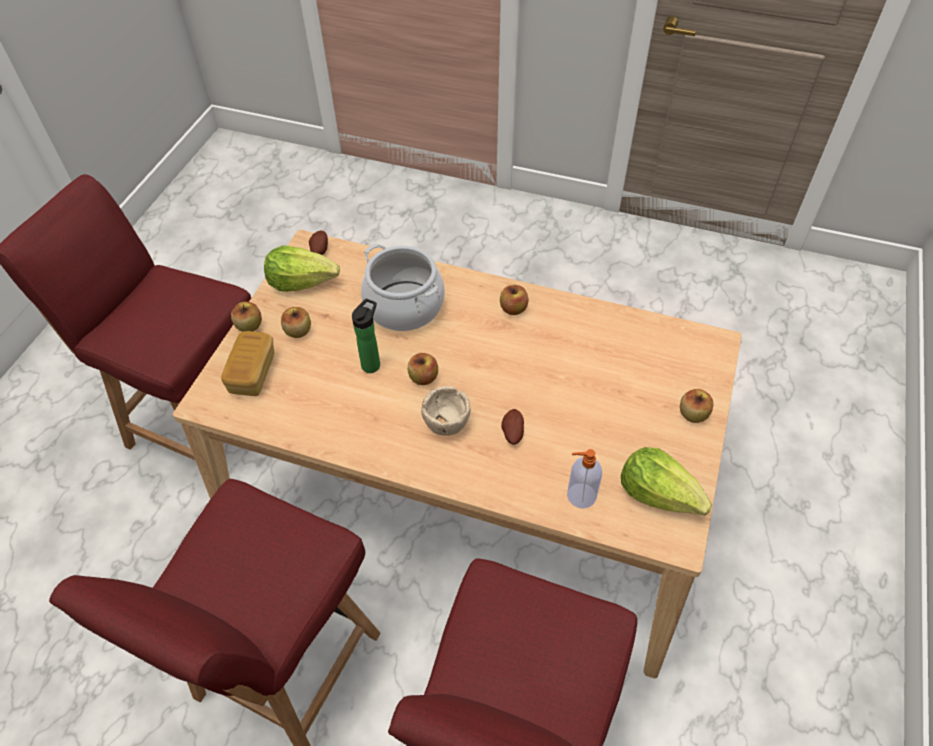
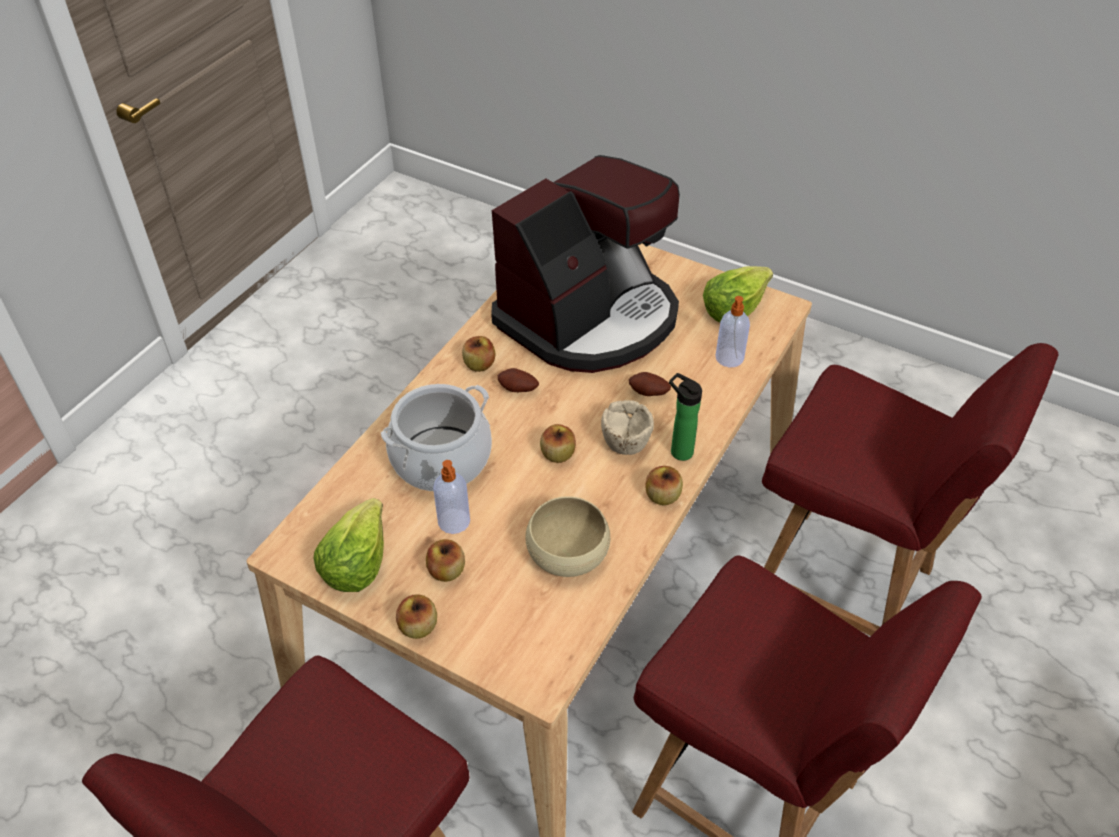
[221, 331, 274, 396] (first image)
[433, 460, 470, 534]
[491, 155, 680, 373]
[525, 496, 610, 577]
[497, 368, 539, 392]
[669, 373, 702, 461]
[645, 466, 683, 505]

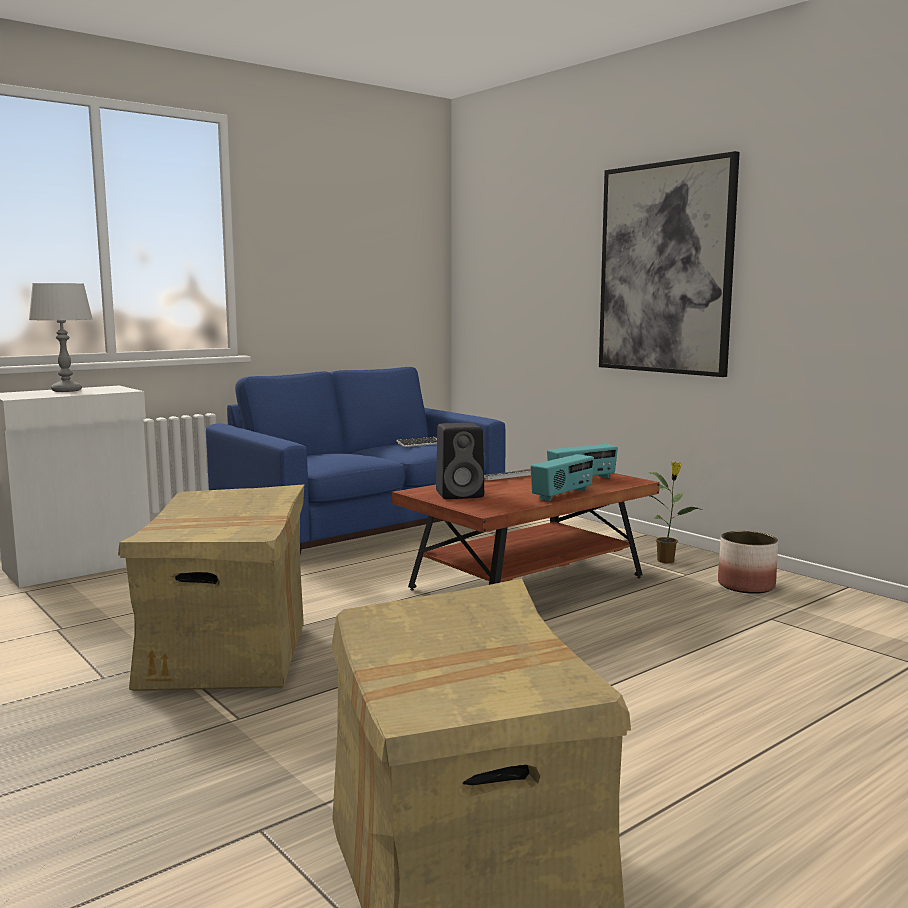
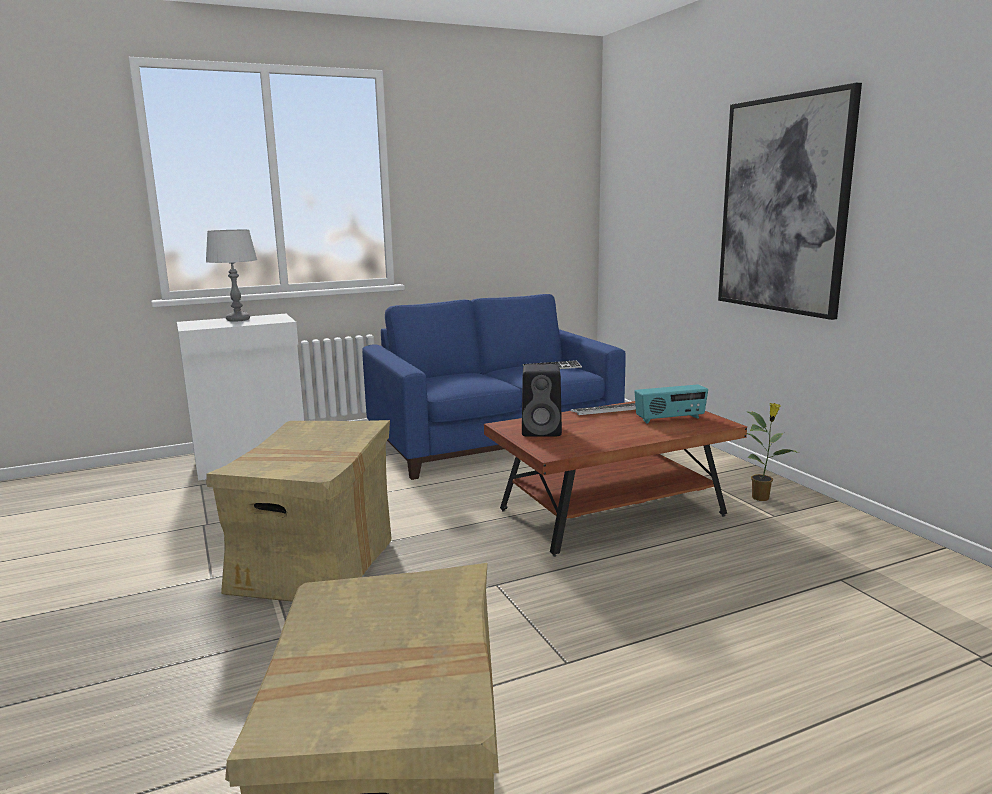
[531, 454, 594, 501] (first image)
[718, 531, 778, 594] (first image)

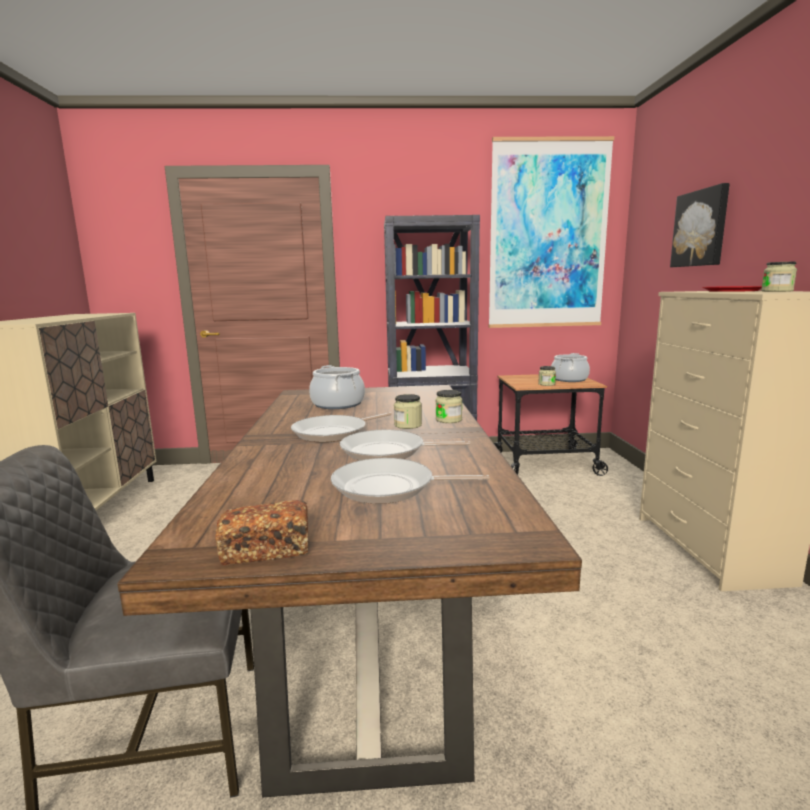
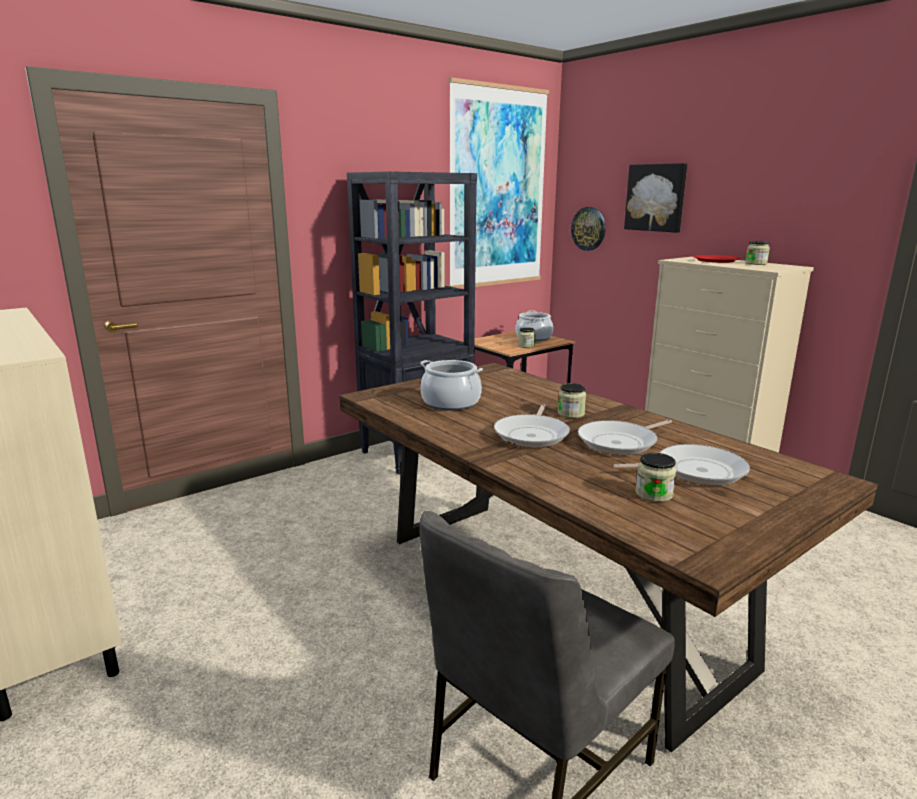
[215, 500, 308, 566] (first image)
[571, 207, 606, 251]
[635, 453, 677, 502]
[613, 444, 750, 485]

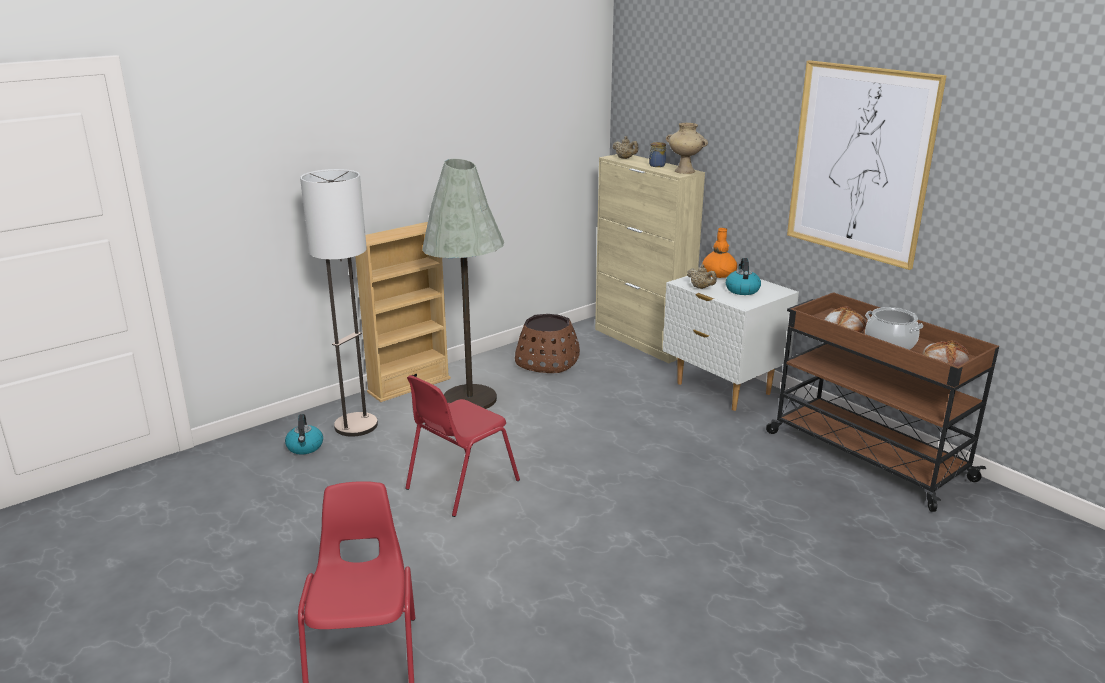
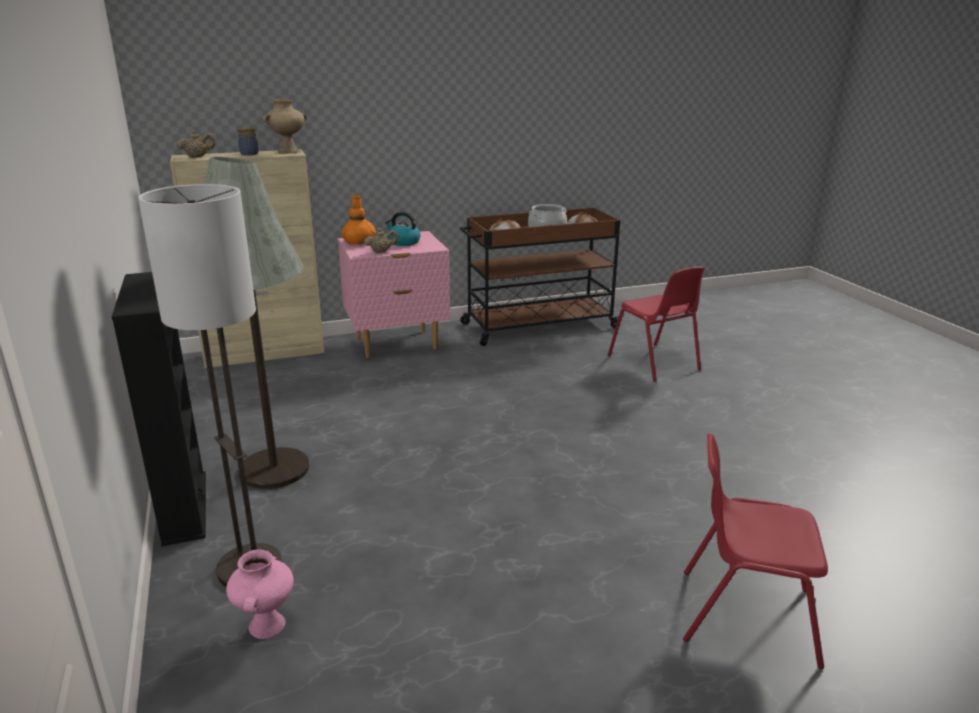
[515, 314, 580, 373] (first image)
[787, 60, 947, 270] (first image)
[608, 267, 704, 382]
[226, 549, 294, 639]
[112, 272, 206, 546]
[338, 231, 450, 358]

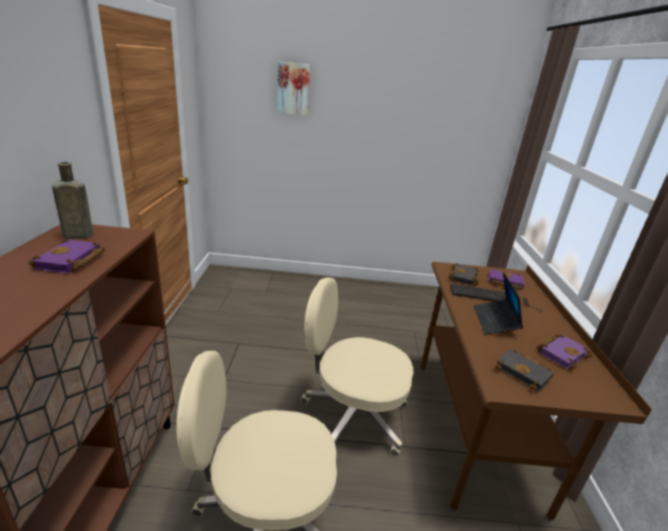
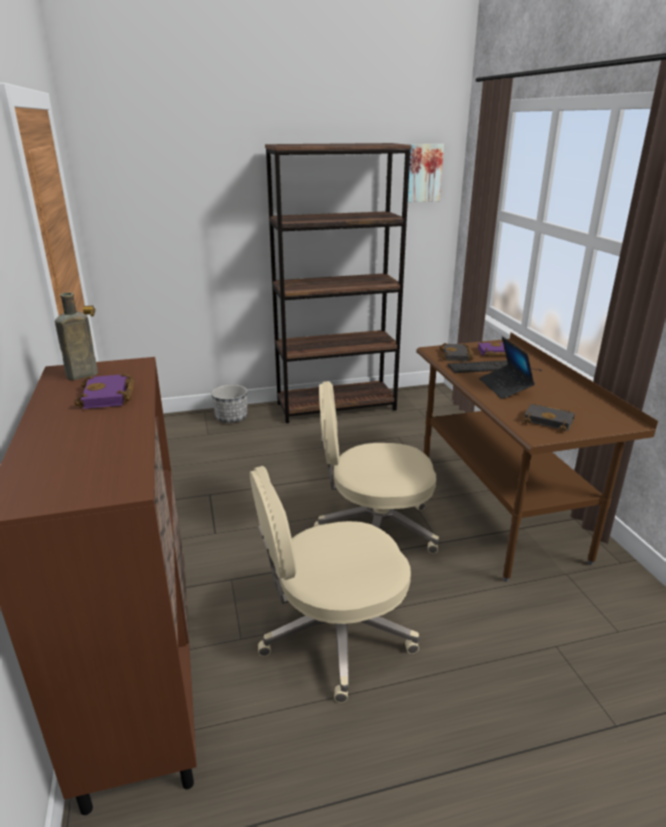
[537, 334, 593, 370] (first image)
[211, 385, 247, 423]
[265, 143, 411, 423]
[408, 144, 444, 202]

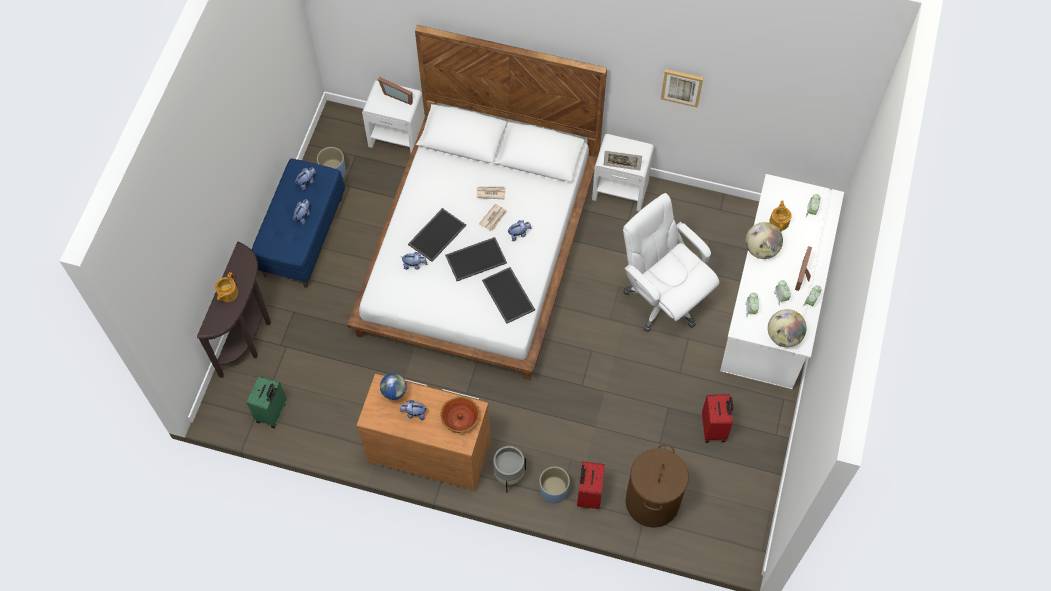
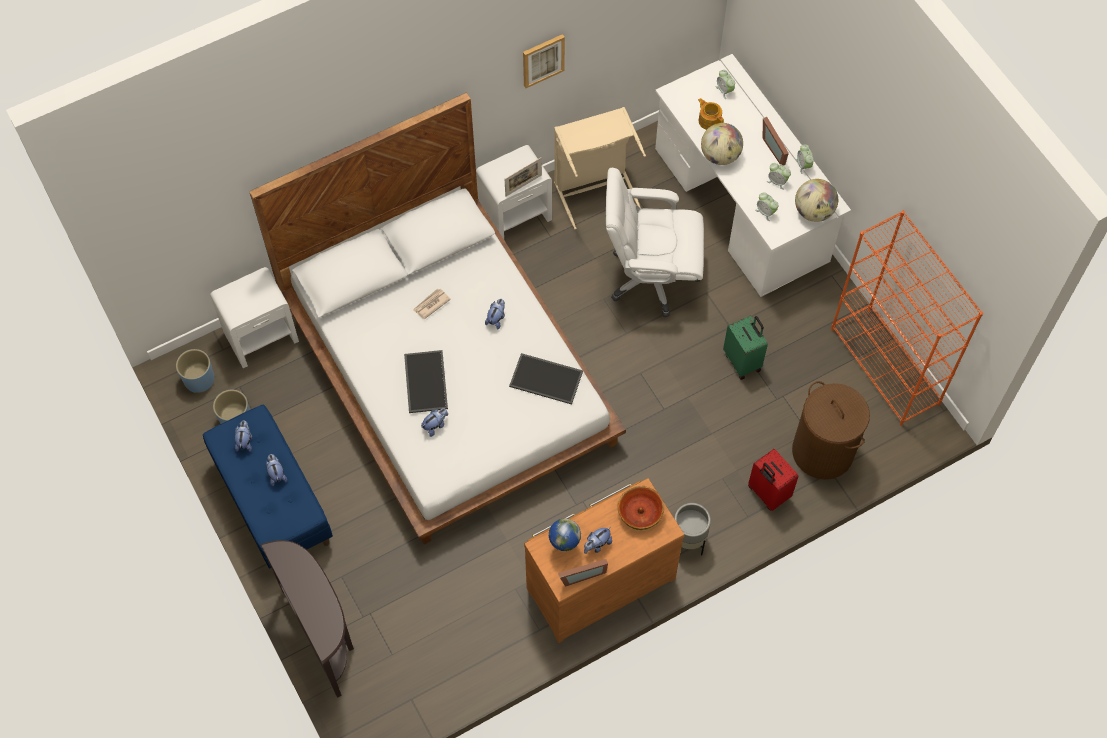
[215, 272, 238, 302] (first image)
[445, 237, 507, 281] (first image)
[479, 204, 507, 231] (first image)
[702, 394, 733, 443] (first image)
[554, 107, 646, 229]
[831, 210, 983, 426]
[723, 316, 768, 379]
[558, 559, 608, 587]
[176, 349, 214, 393]

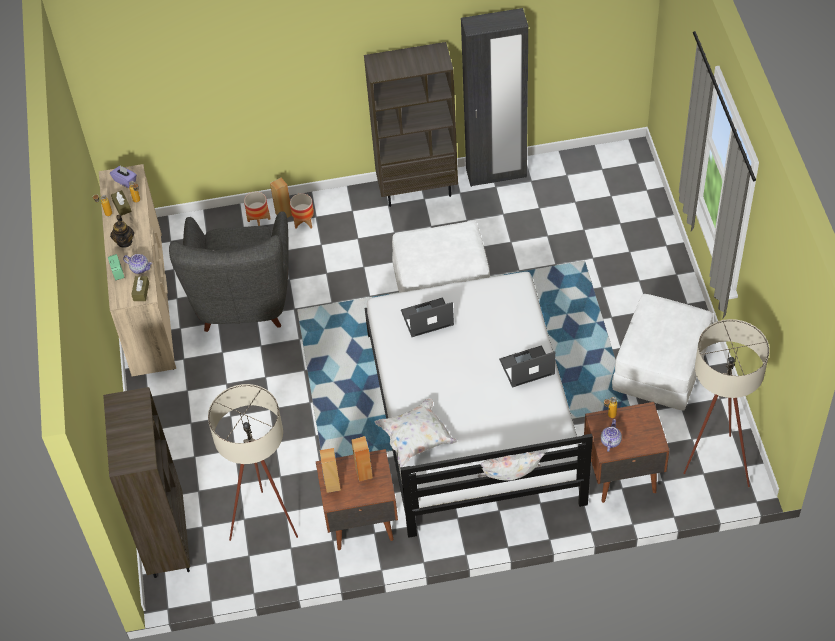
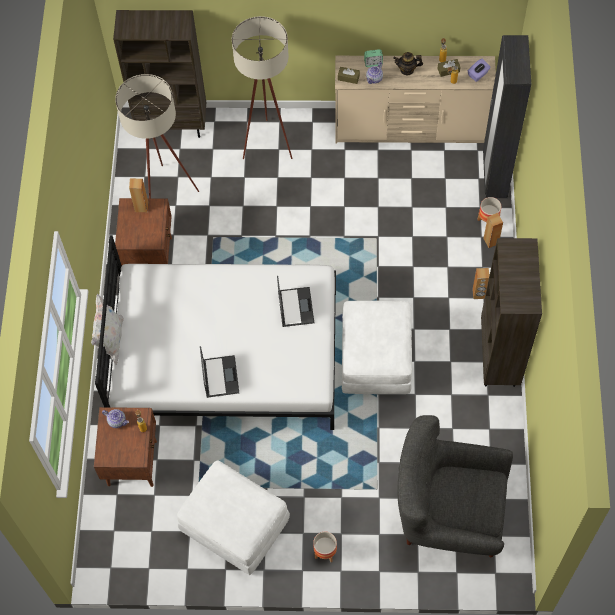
[375, 398, 457, 467] (first image)
[397, 415, 513, 557]
[313, 532, 337, 562]
[472, 268, 490, 299]
[483, 35, 531, 198]
[232, 16, 293, 159]

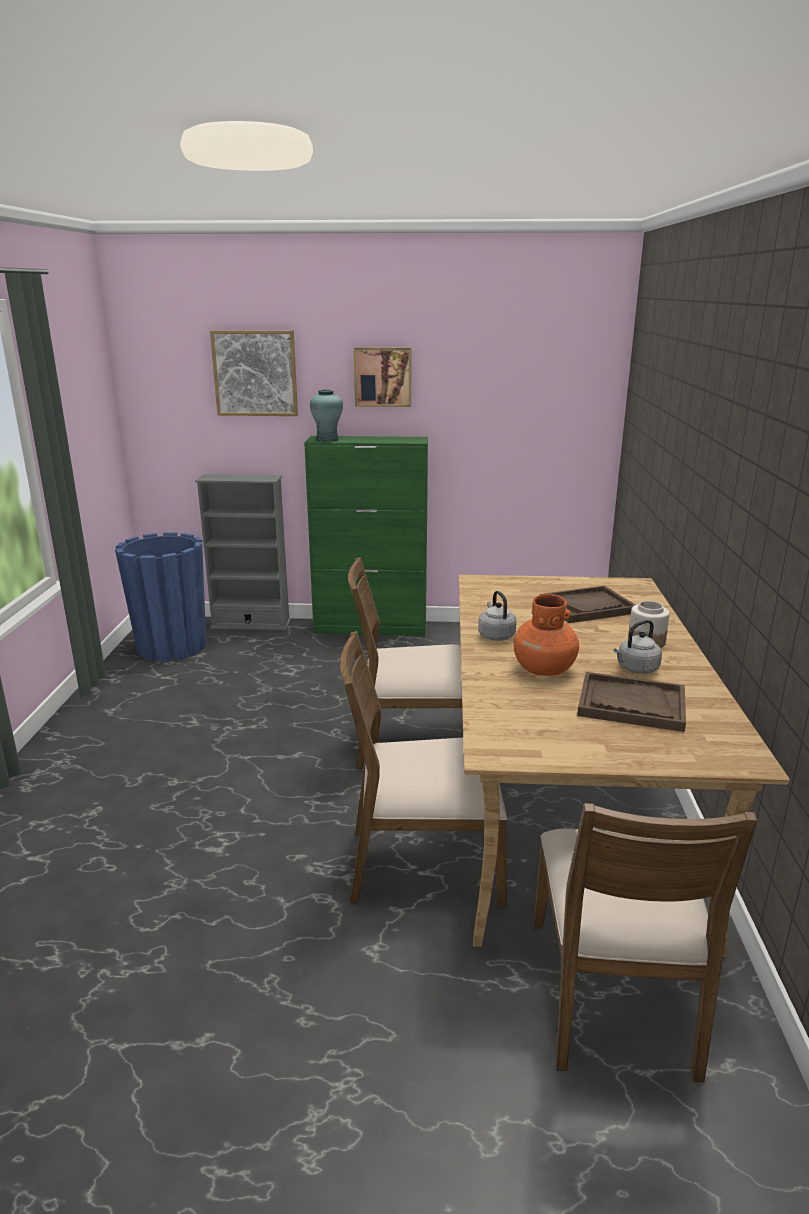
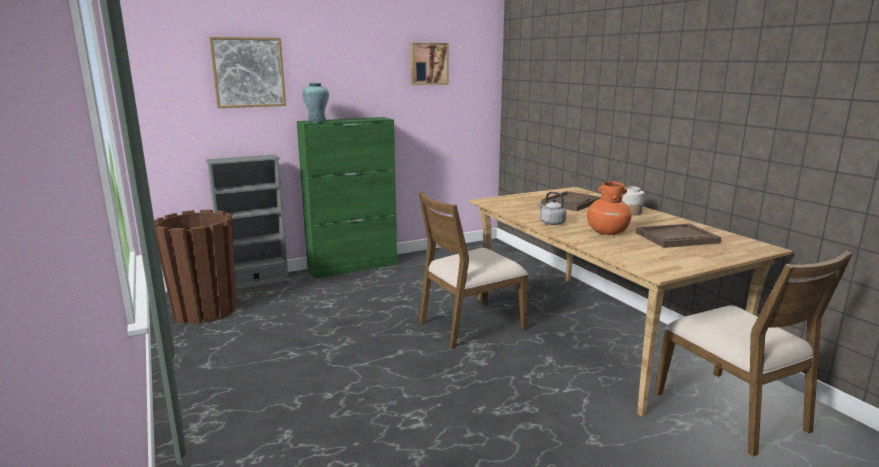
[340, 631, 507, 908] (first image)
[613, 620, 662, 674] (first image)
[410, 43, 449, 85]
[154, 210, 236, 324]

